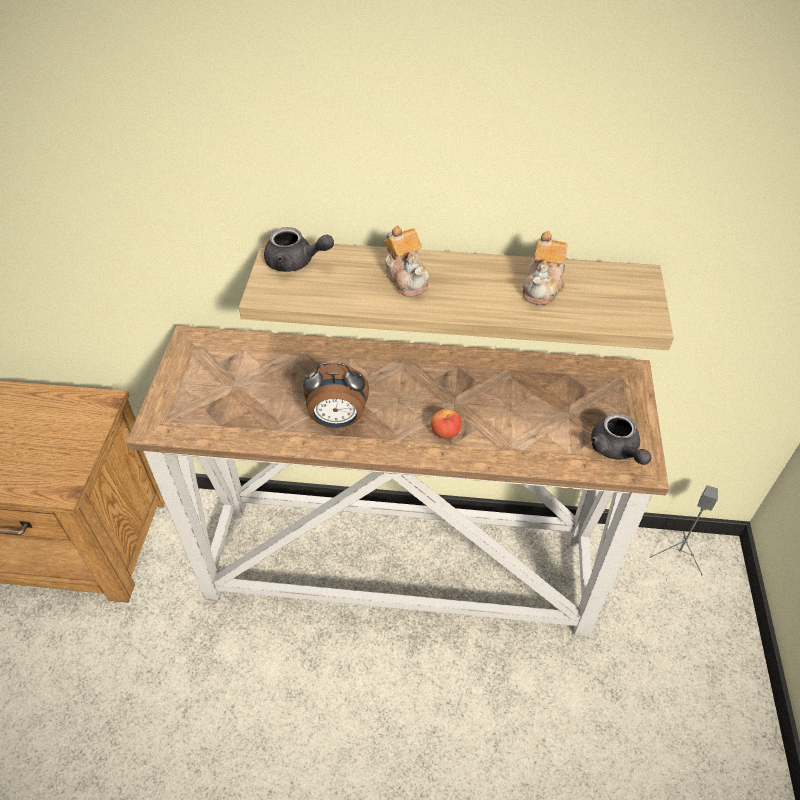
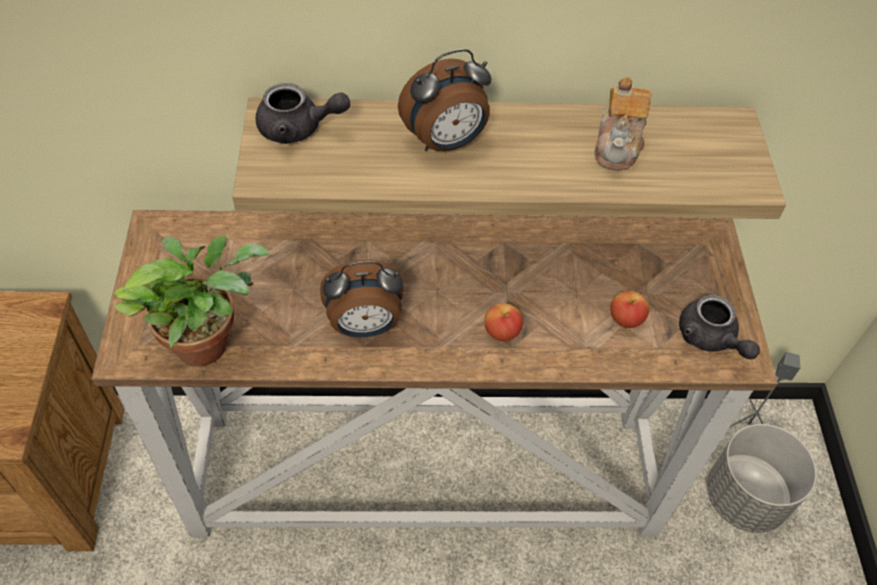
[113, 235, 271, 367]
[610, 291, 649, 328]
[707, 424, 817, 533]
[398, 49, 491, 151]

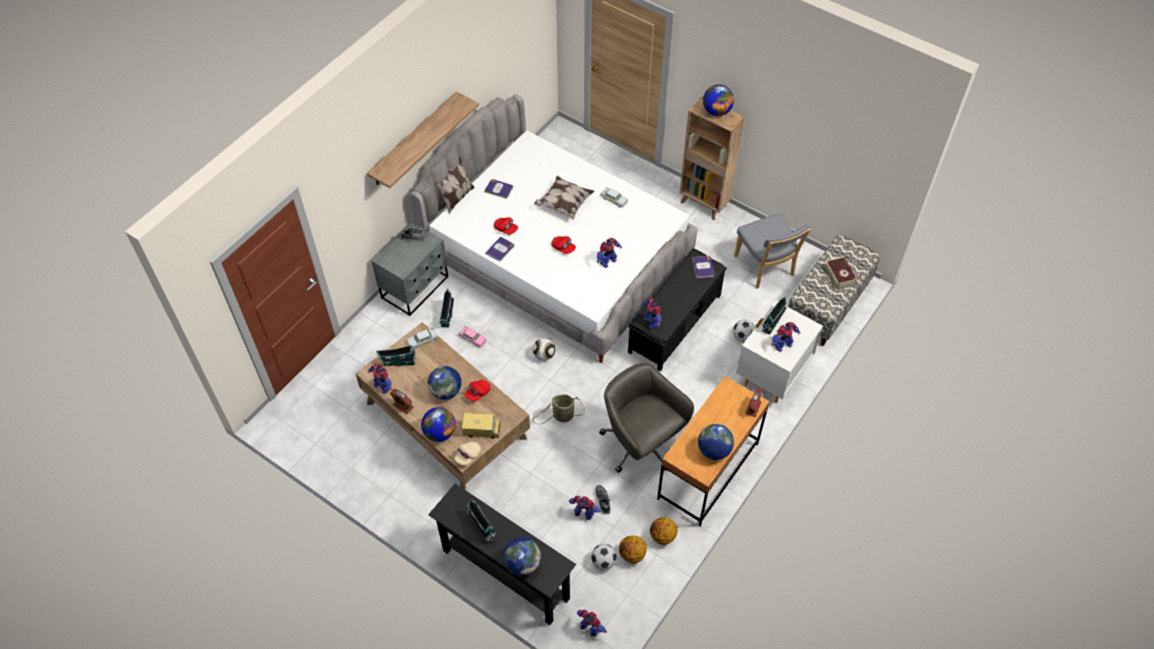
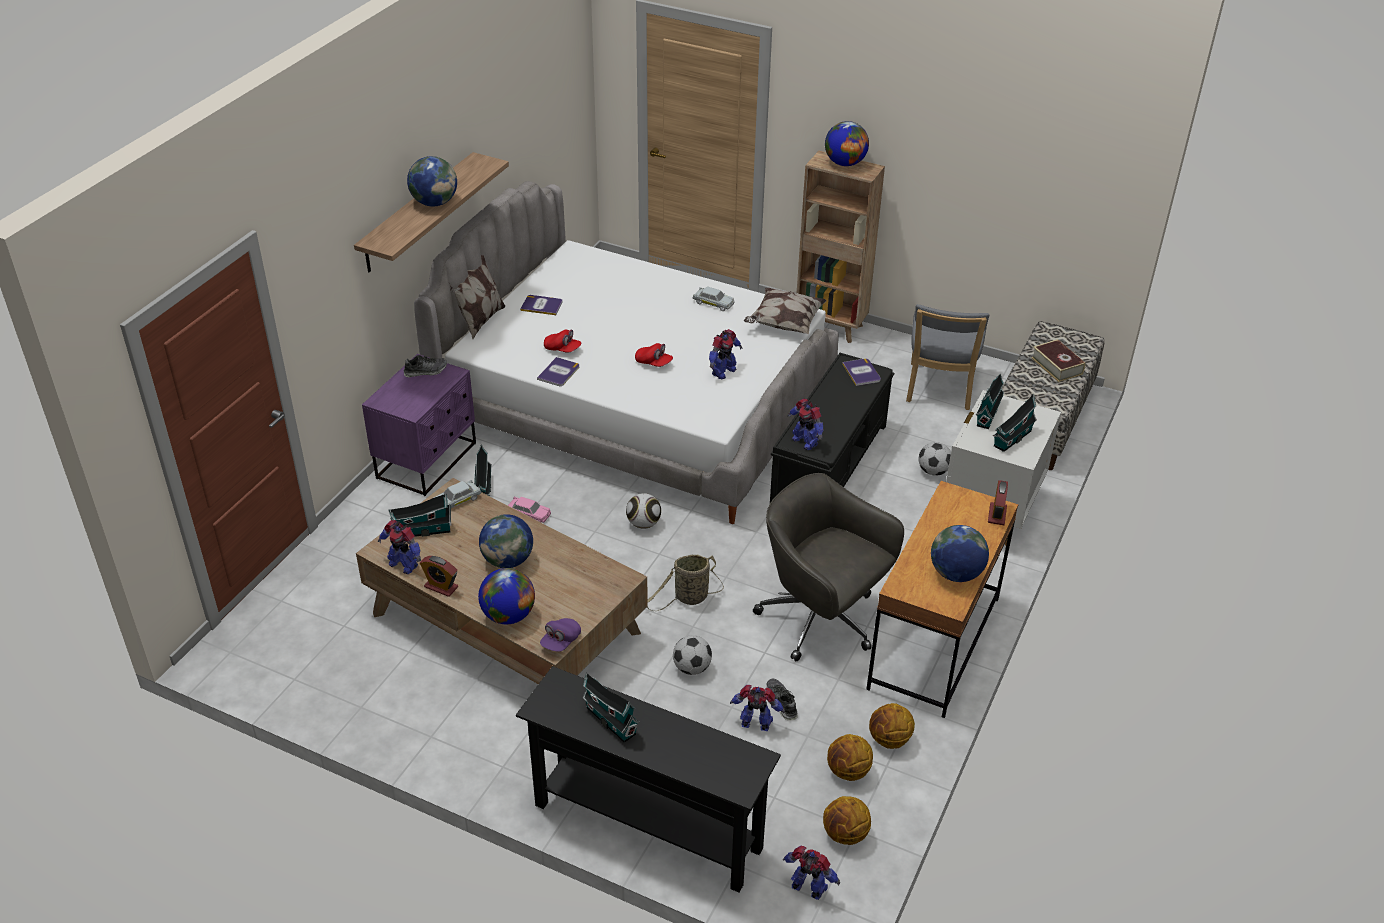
[461, 413, 501, 439] (first image)
[465, 380, 491, 402] (first image)
[823, 796, 871, 845]
[407, 156, 457, 206]
[744, 288, 827, 334]
[673, 635, 712, 675]
[993, 393, 1037, 452]
[362, 354, 476, 496]
[540, 618, 581, 652]
[906, 304, 989, 410]

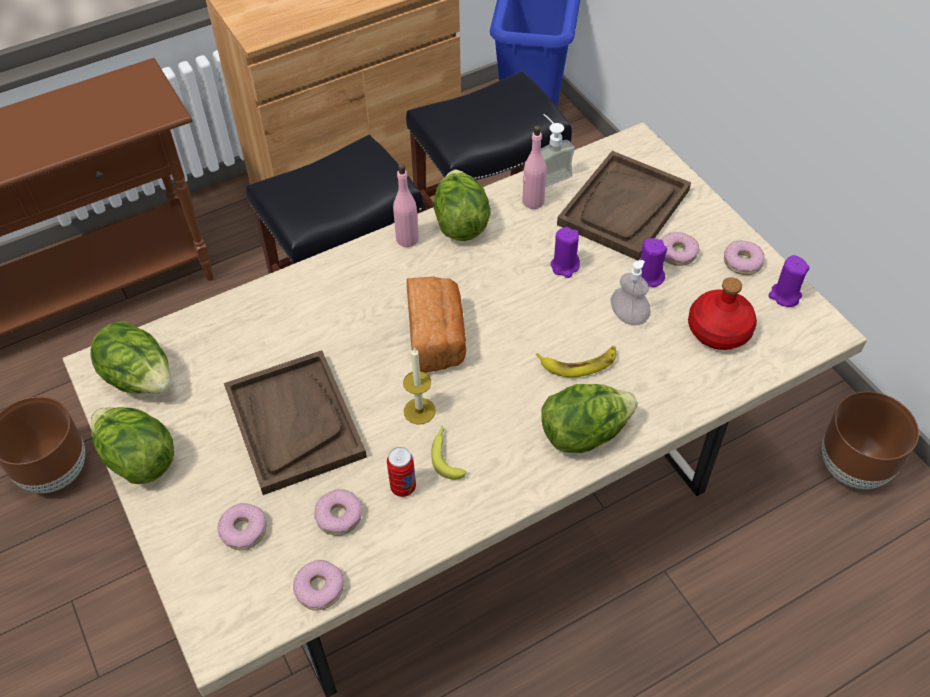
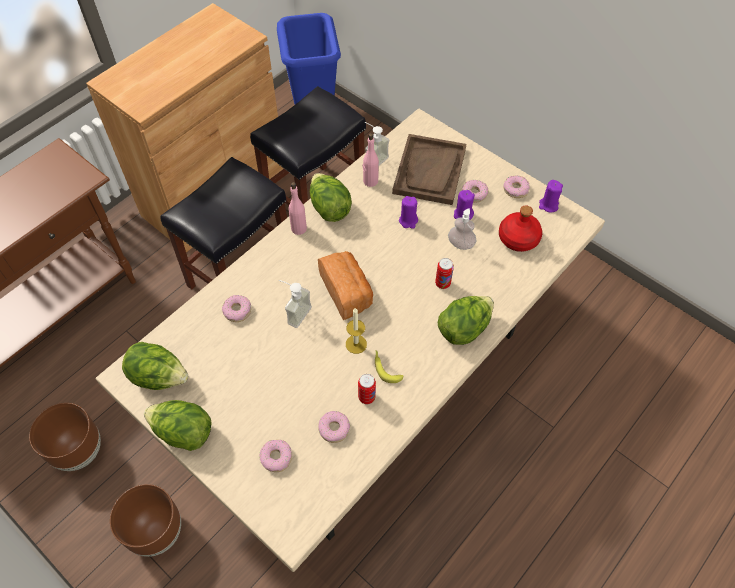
[224, 350, 367, 495] (first image)
[279, 280, 312, 328]
[222, 295, 251, 322]
[110, 484, 181, 557]
[435, 258, 454, 289]

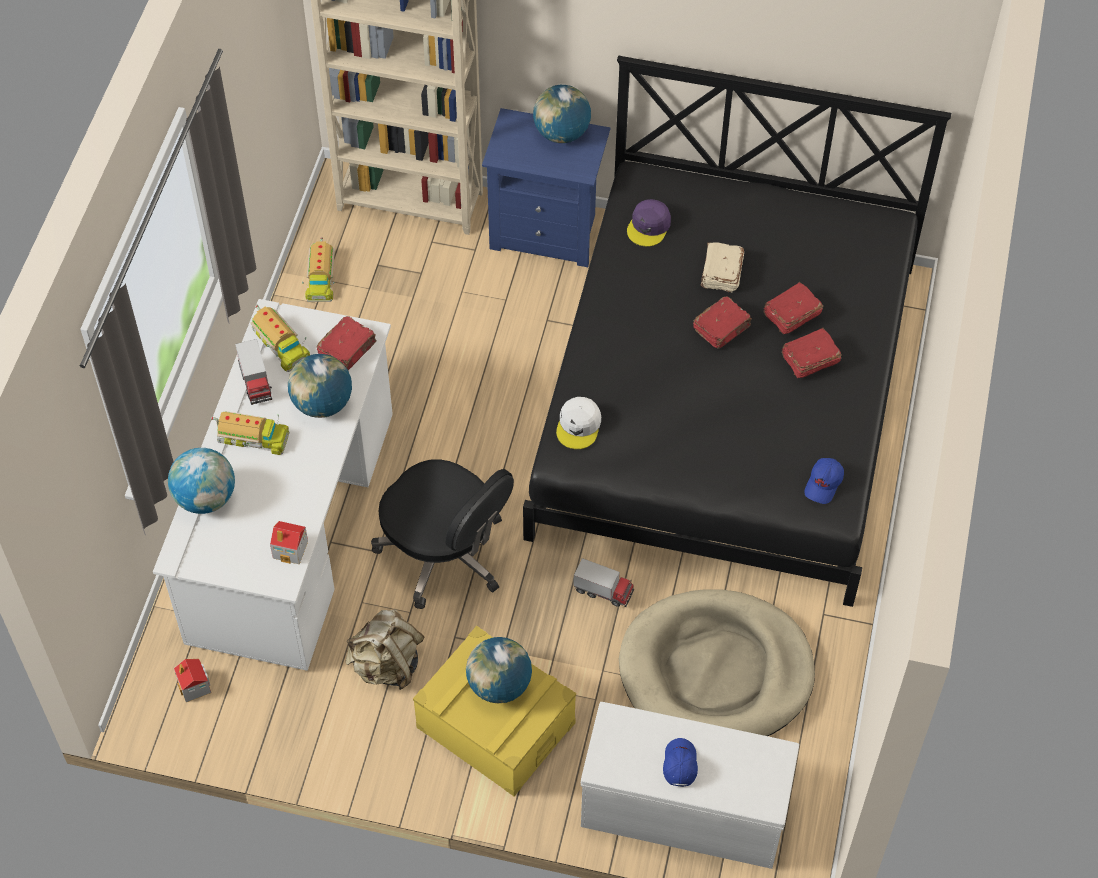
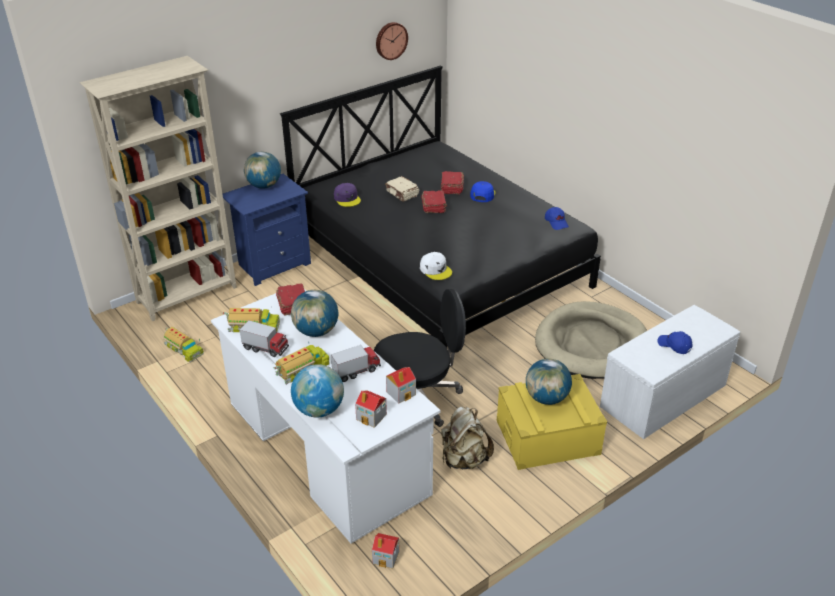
[355, 391, 387, 428]
[376, 22, 408, 60]
[331, 345, 381, 382]
[470, 181, 495, 202]

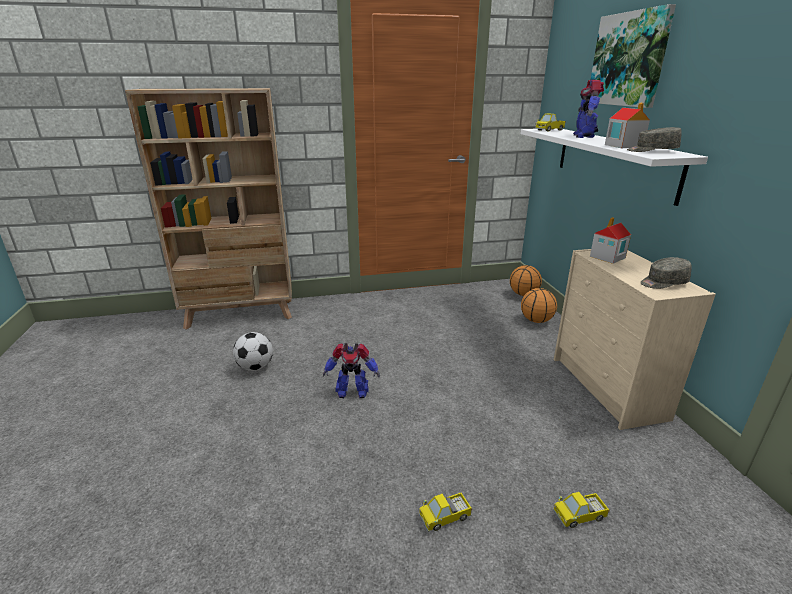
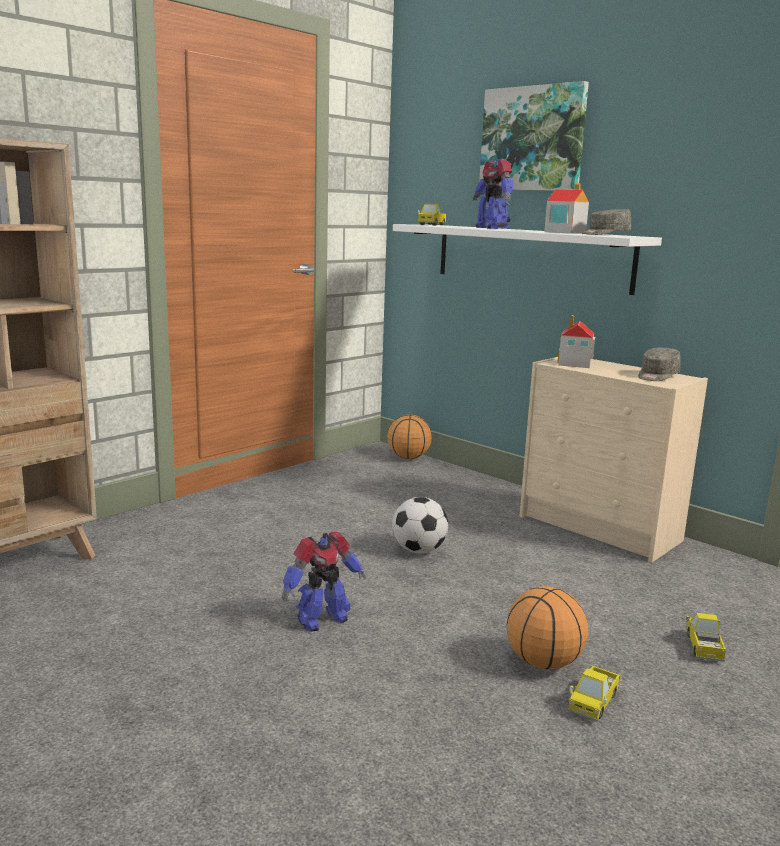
[392, 497, 448, 553]
[507, 586, 588, 669]
[686, 613, 726, 662]

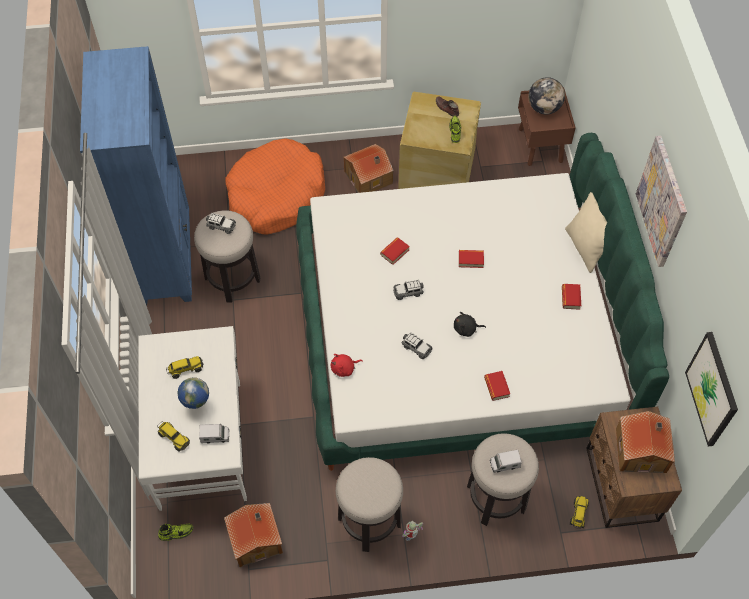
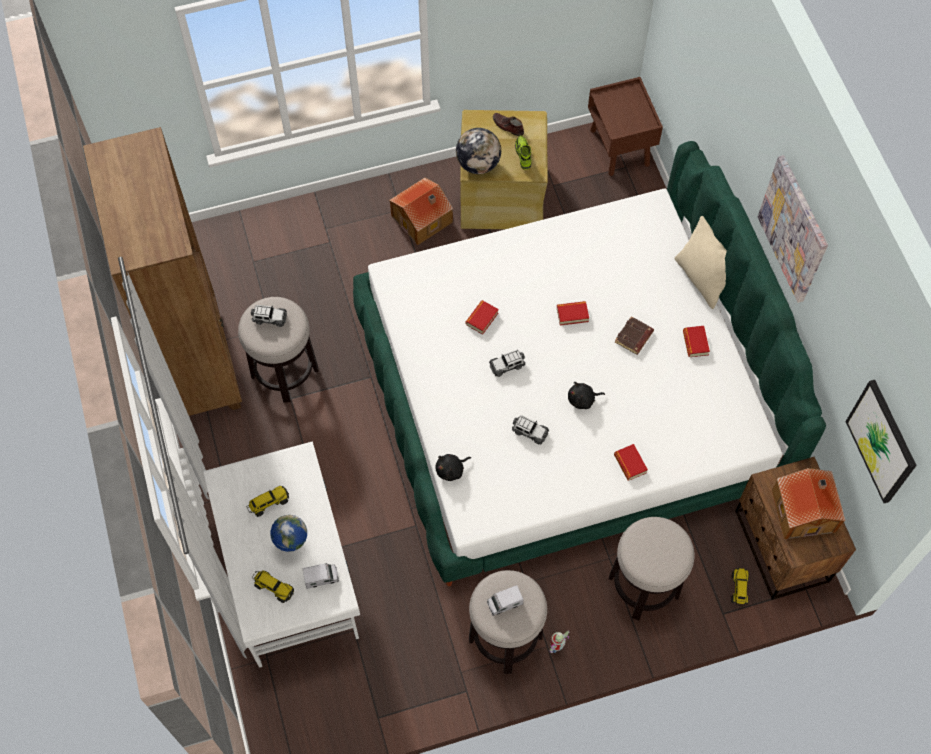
[158, 523, 193, 541] (first image)
[224, 503, 283, 567] (first image)
[225, 138, 325, 235] (first image)
[615, 316, 654, 355]
[487, 585, 523, 616]
[456, 128, 501, 174]
[83, 127, 242, 416]
[435, 454, 471, 481]

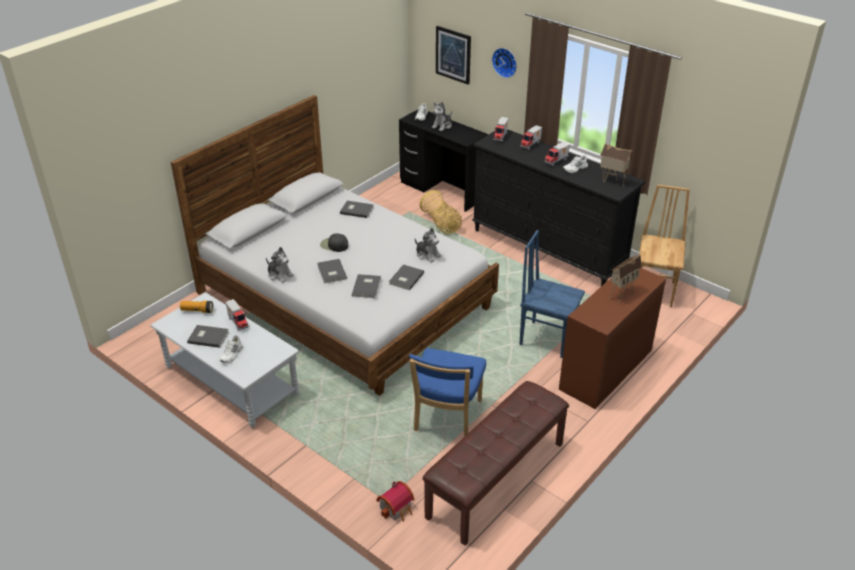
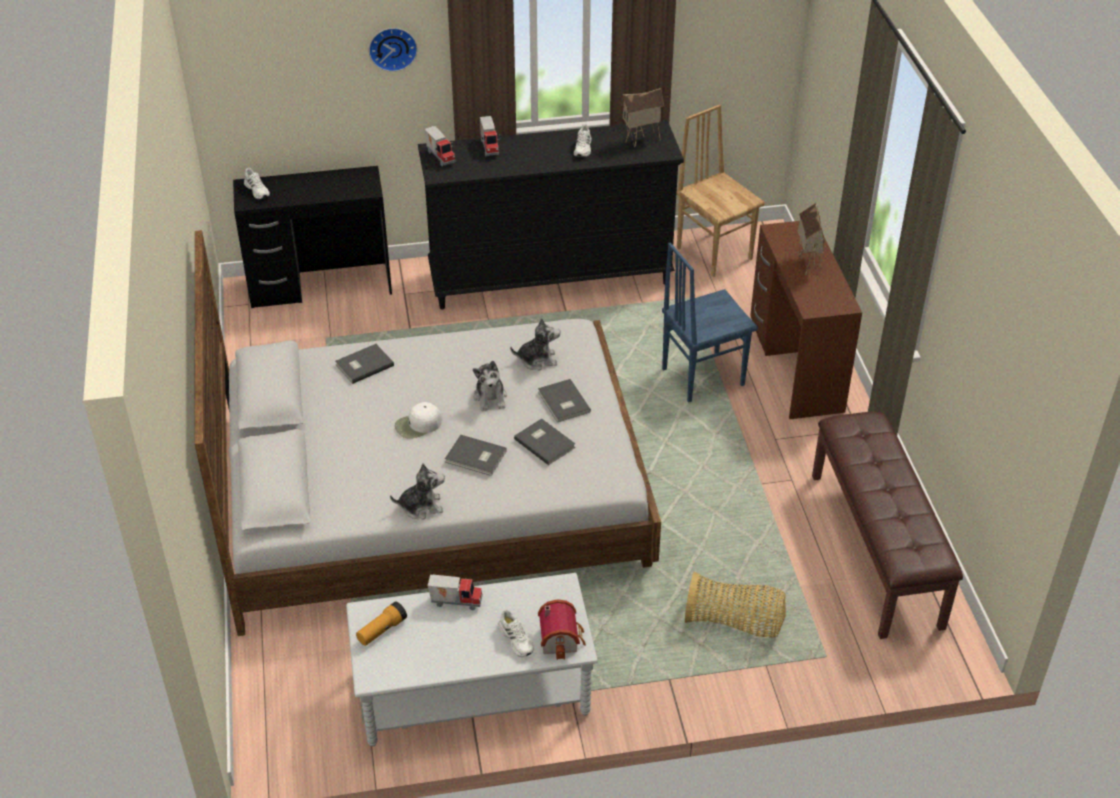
[187, 325, 229, 348] (first image)
[409, 348, 486, 437] (first image)
[436, 26, 471, 84] (first image)
[544, 142, 570, 166] (first image)
[538, 600, 586, 660]
[685, 572, 786, 638]
[473, 361, 507, 411]
[395, 402, 442, 439]

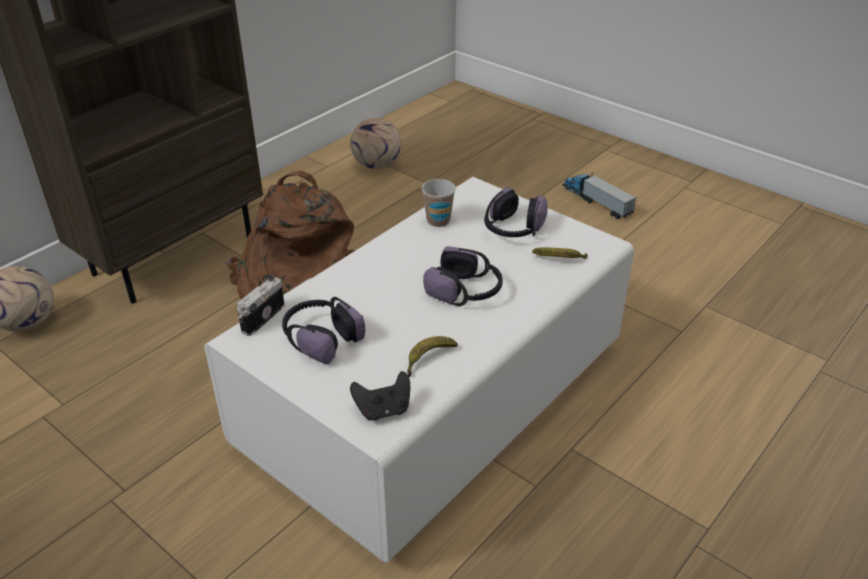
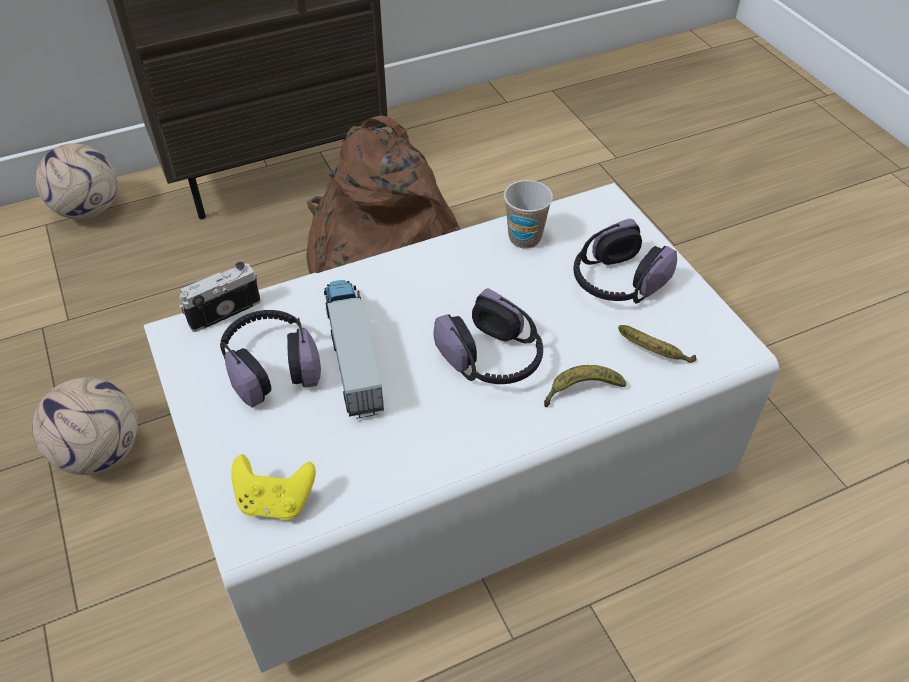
[33, 377, 138, 475]
[544, 365, 626, 407]
[324, 280, 384, 419]
[231, 454, 316, 520]

